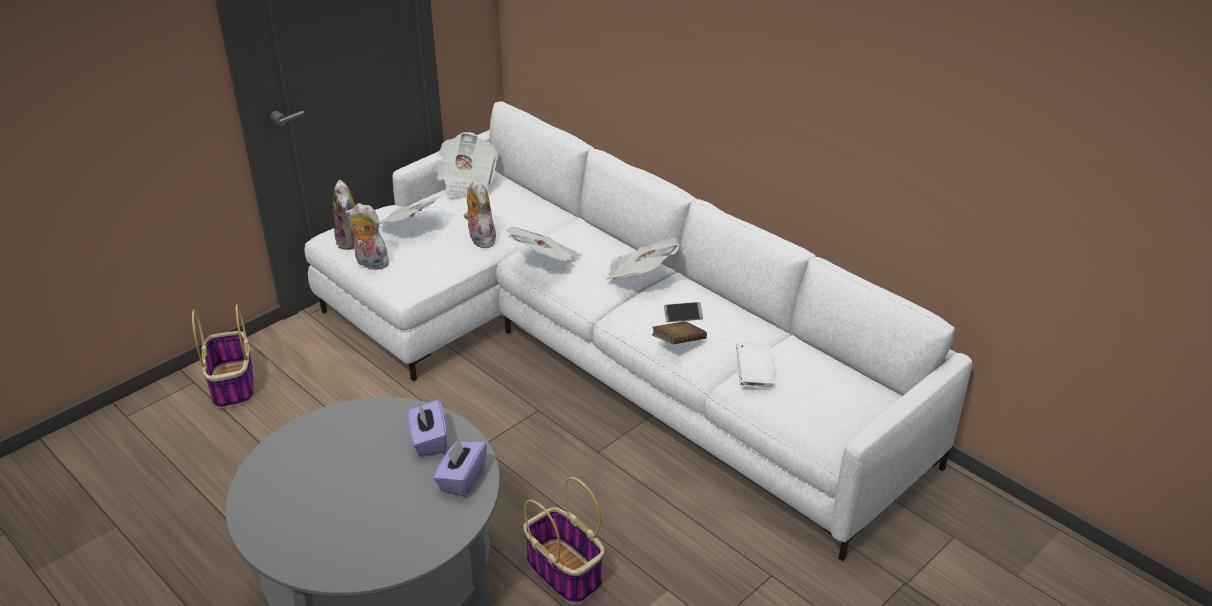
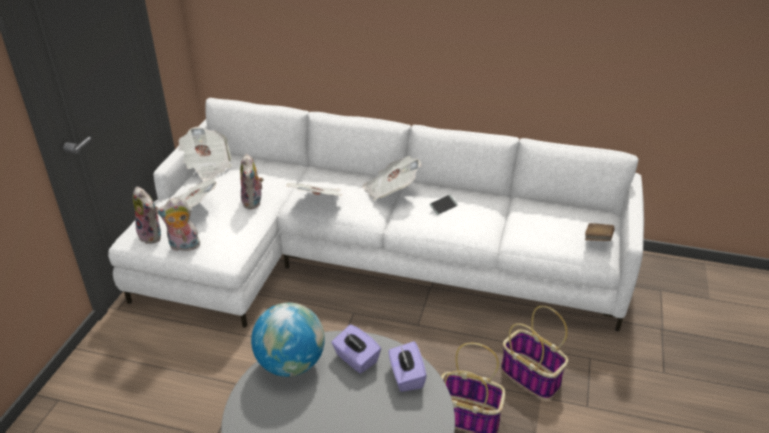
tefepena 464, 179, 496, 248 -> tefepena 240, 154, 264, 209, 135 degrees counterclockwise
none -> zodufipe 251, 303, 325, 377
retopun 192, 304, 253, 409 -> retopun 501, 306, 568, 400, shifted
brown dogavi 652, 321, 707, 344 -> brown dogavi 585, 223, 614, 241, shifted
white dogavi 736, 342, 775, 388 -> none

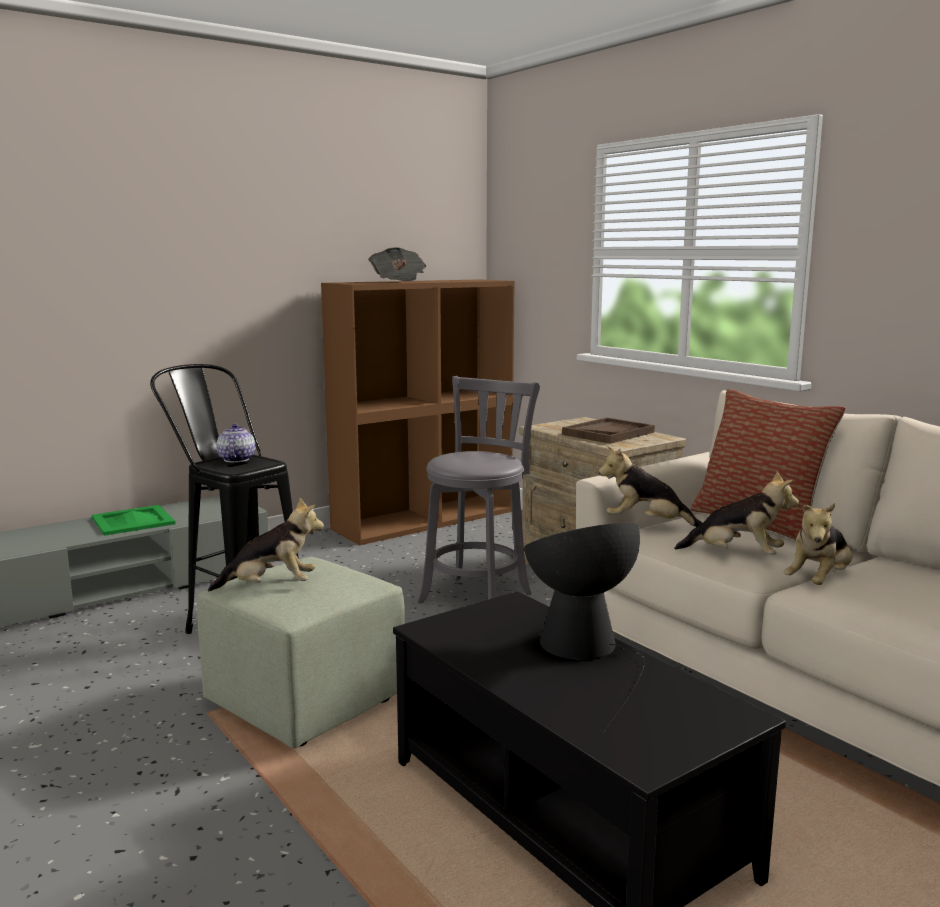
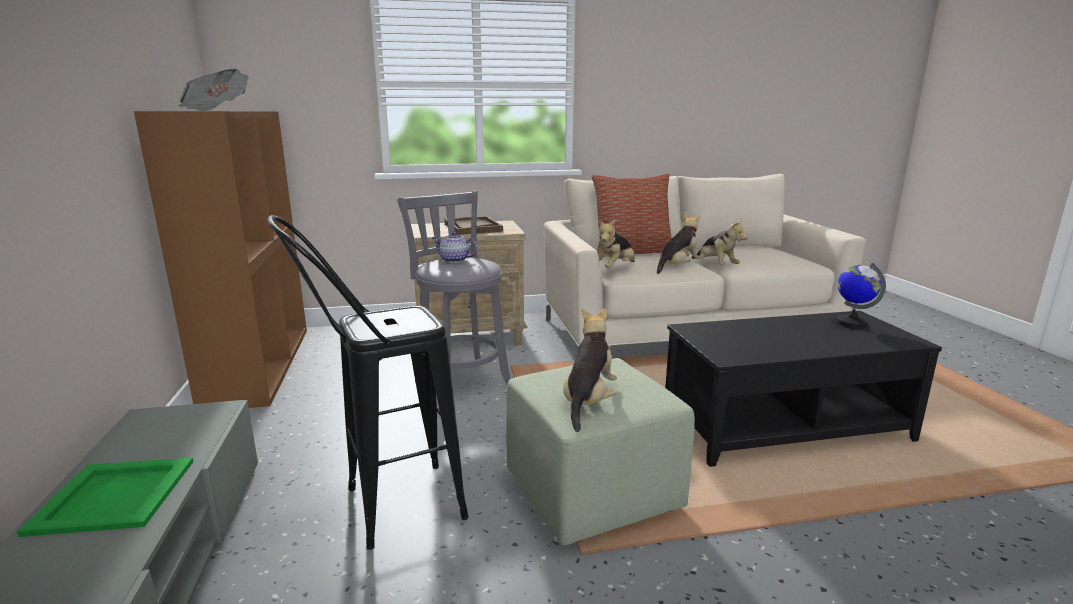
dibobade 216, 424, 255, 462 -> dibobade 431, 231, 478, 263, shifted
none -> zodufipe 837, 262, 886, 328
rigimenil 523, 523, 645, 733 -> none

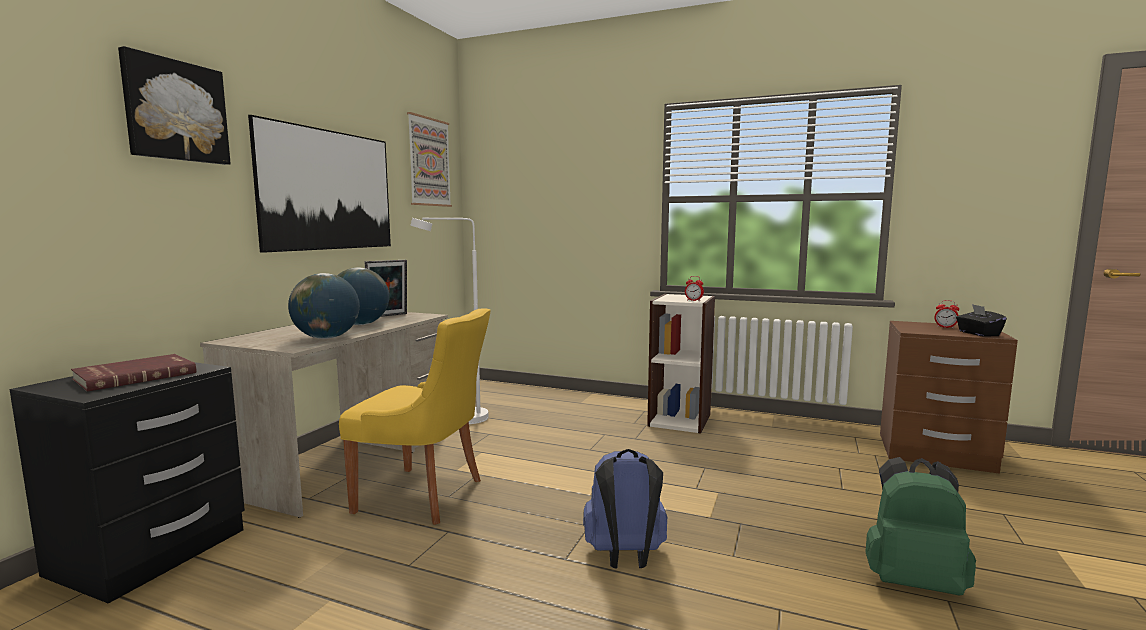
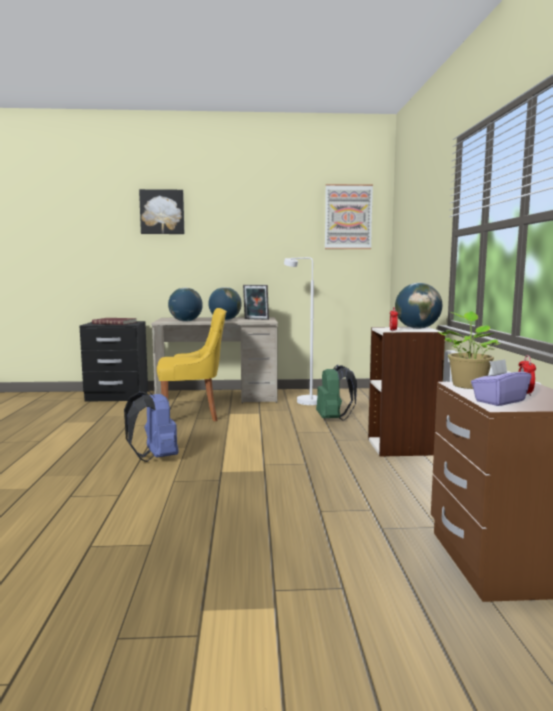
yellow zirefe 339, 309, 491, 525 -> yellow zirefe 157, 308, 227, 421, 90 degrees counterclockwise
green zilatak 865, 457, 976, 596 -> green zilatak 316, 365, 357, 421, shifted
none -> zodufipe 395, 283, 442, 329
none -> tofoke 438, 311, 502, 389
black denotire 956, 304, 1007, 337 -> purple denotire 471, 359, 532, 406
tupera 248, 115, 391, 253 -> none

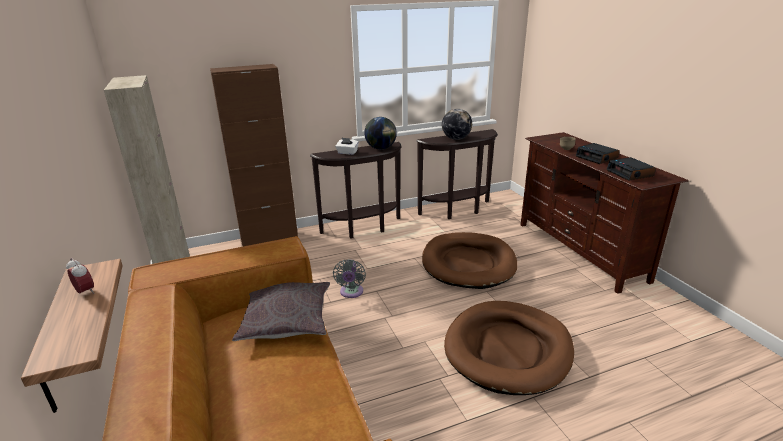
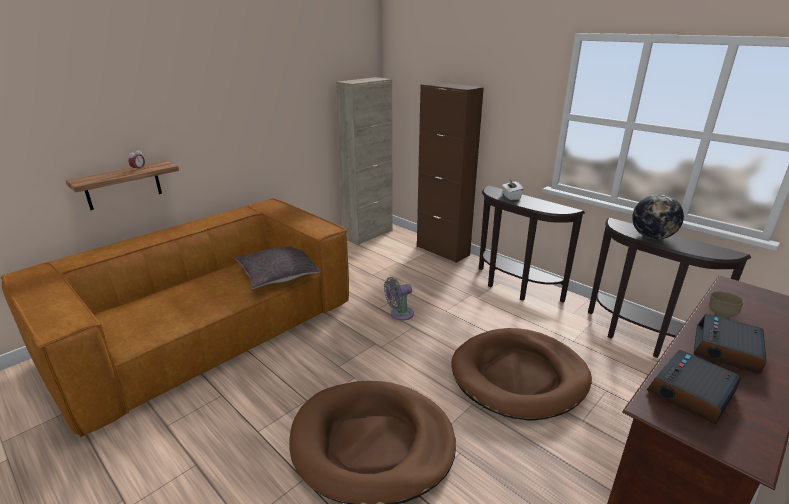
zodufipe 364, 117, 397, 149 -> none

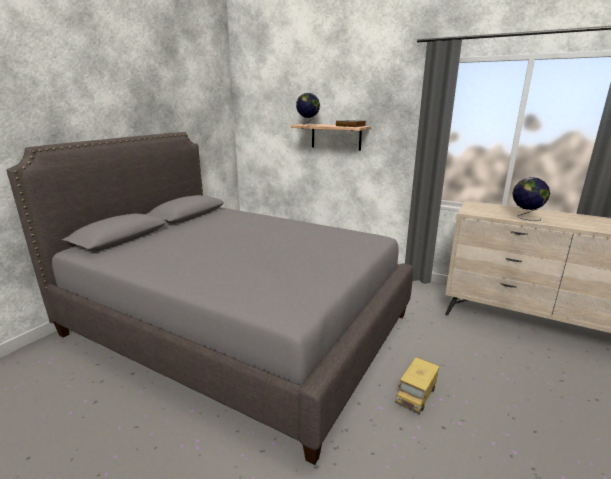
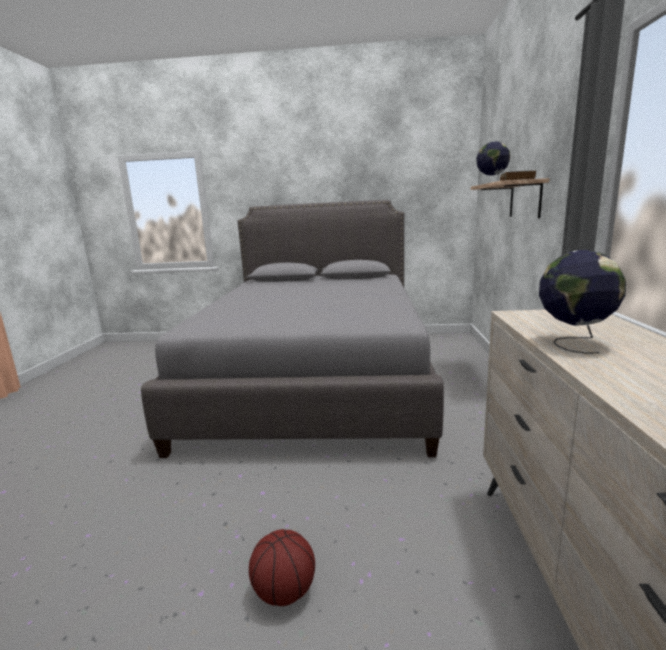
none -> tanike 249, 529, 315, 606
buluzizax 395, 357, 440, 414 -> none

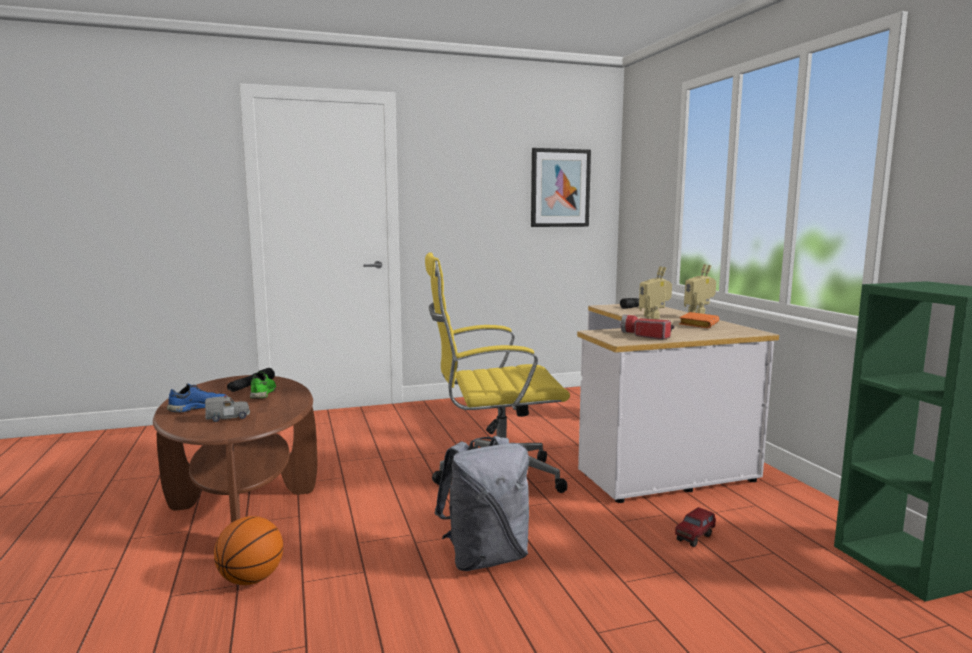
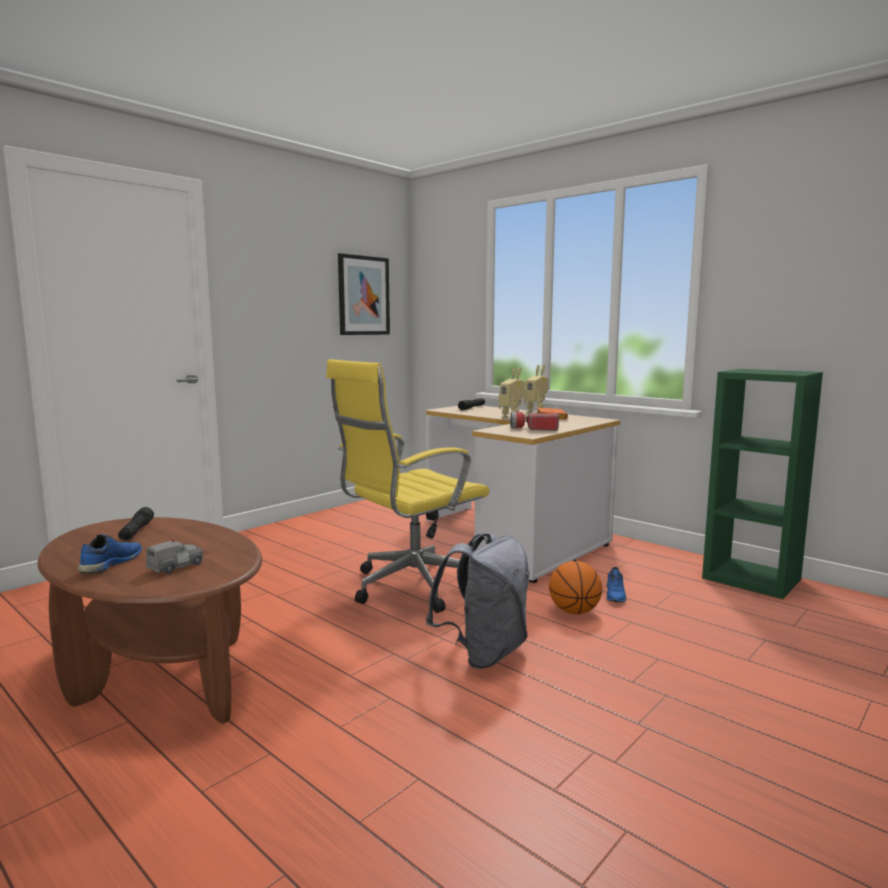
tanike 214, 516, 283, 585 -> tanike 549, 561, 602, 614, shifted
buluzizax 675, 507, 716, 547 -> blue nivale 606, 567, 626, 602
green nivale 250, 372, 276, 399 -> none

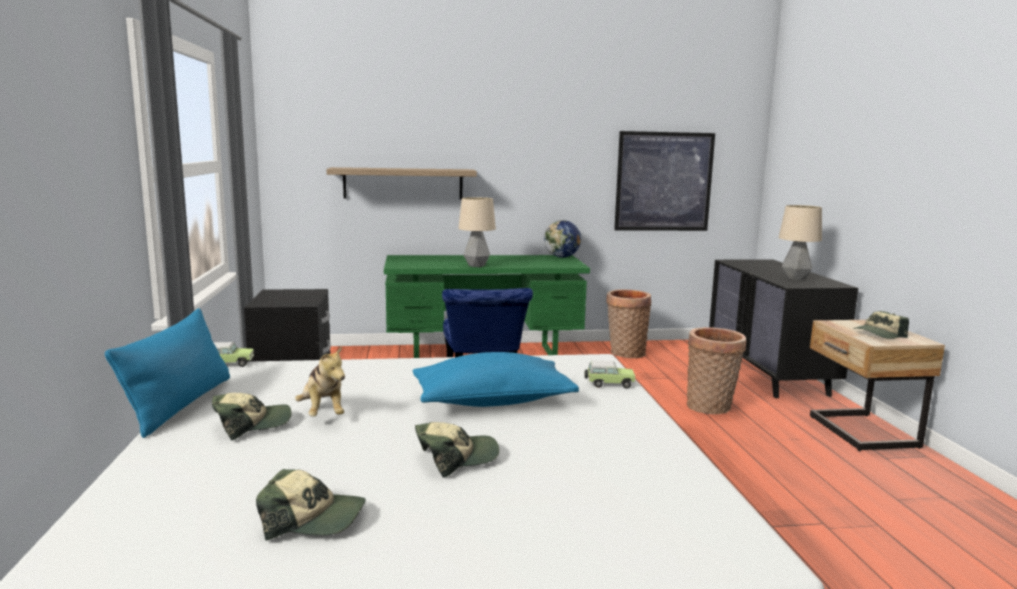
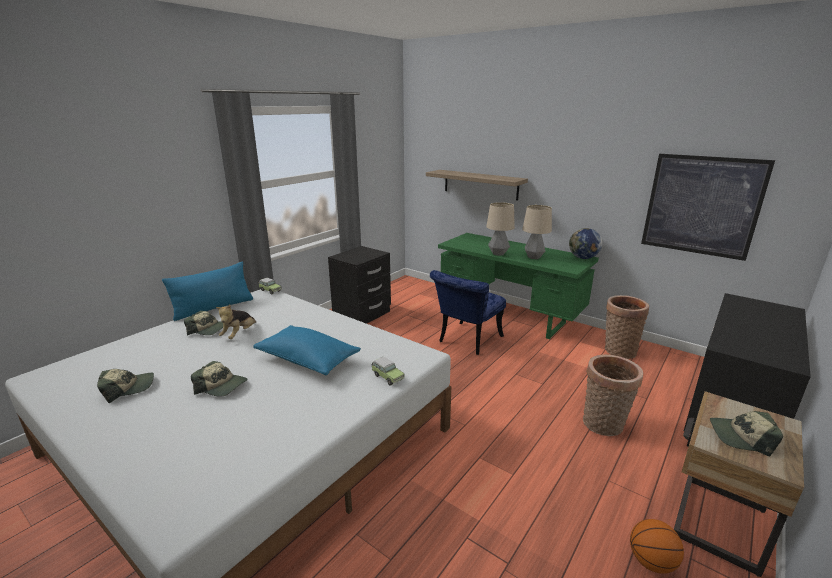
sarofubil 256, 469, 366, 541 -> sarofubil 97, 369, 154, 403, 75 degrees counterclockwise
rigimenil 779, 205, 822, 281 -> rigimenil 522, 205, 552, 259, shifted
none -> tanike 630, 519, 684, 574

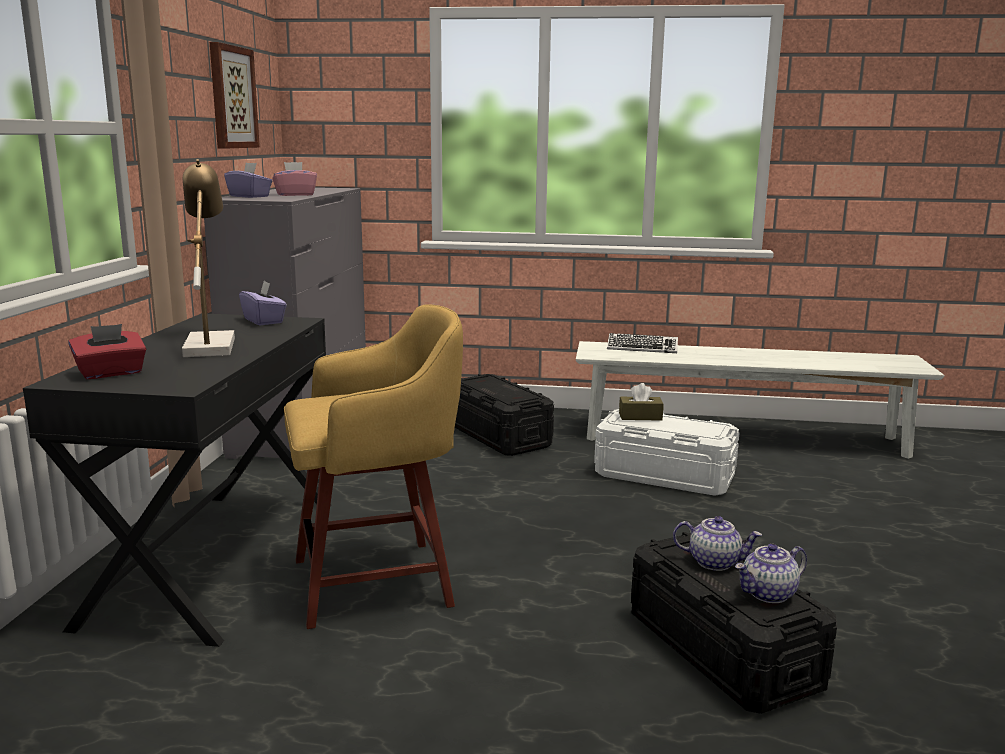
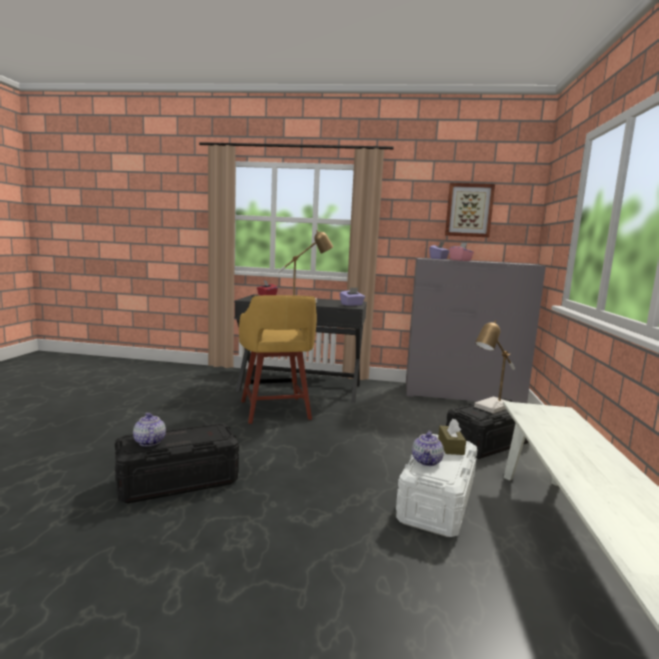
dibobade 673, 516, 762, 571 -> dibobade 412, 431, 444, 466, shifted
none -> rigimenil 474, 320, 515, 414
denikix 607, 333, 678, 353 -> none

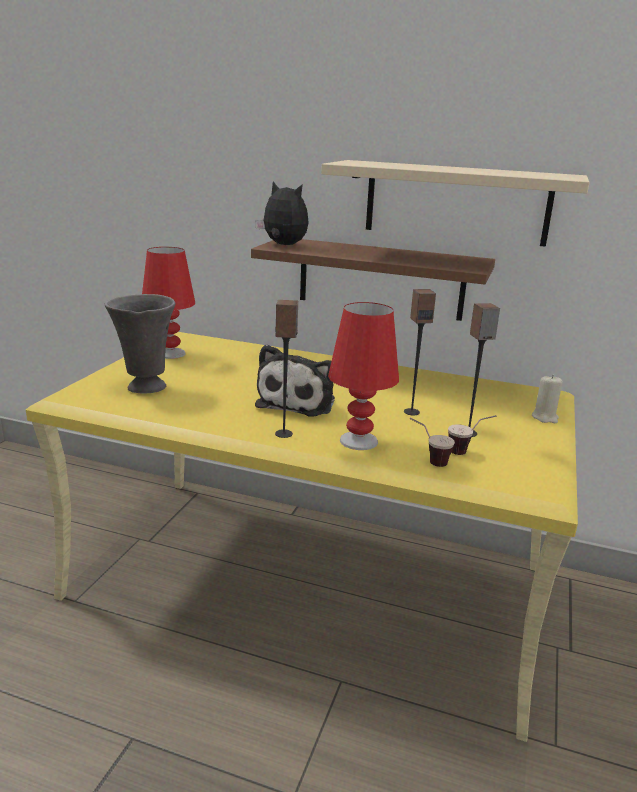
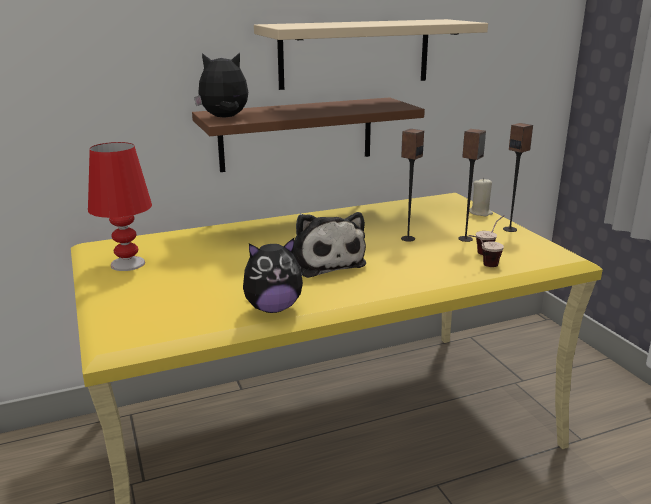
none -> tefepena 243, 238, 303, 313
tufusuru 275, 300, 298, 438 -> tufusuru 503, 123, 533, 232, shifted
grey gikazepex 104, 294, 175, 394 -> none
red rigimenil 328, 302, 399, 450 -> none

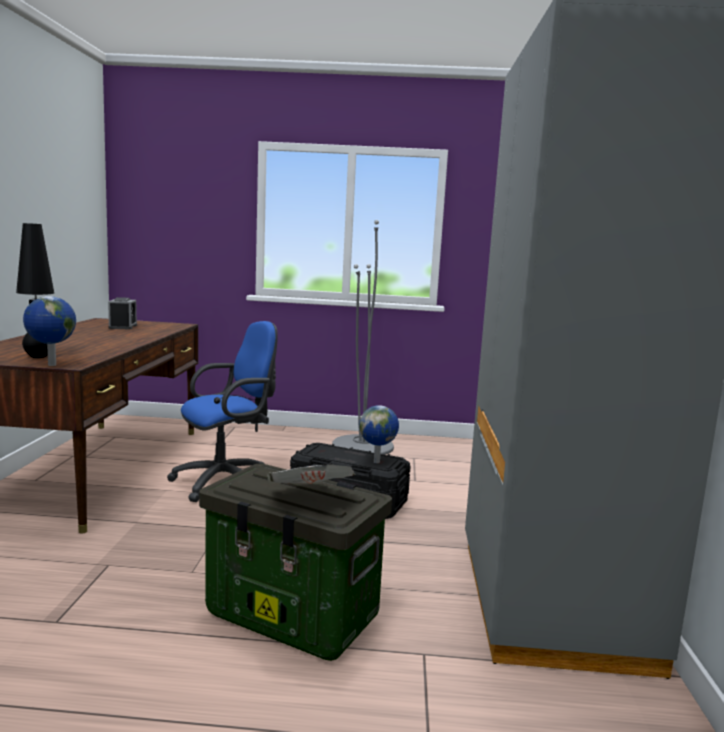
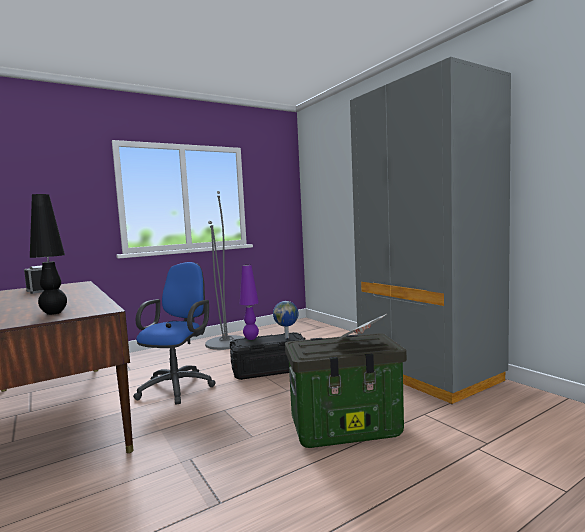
none -> purple rigimenil 240, 265, 259, 340
zodufipe 23, 296, 76, 366 -> none

